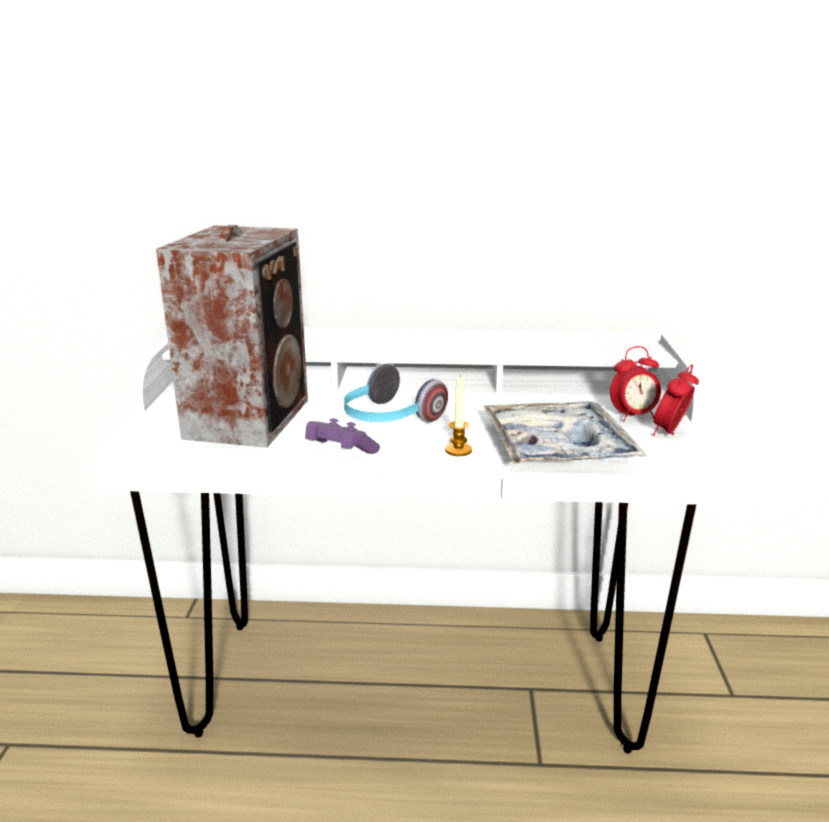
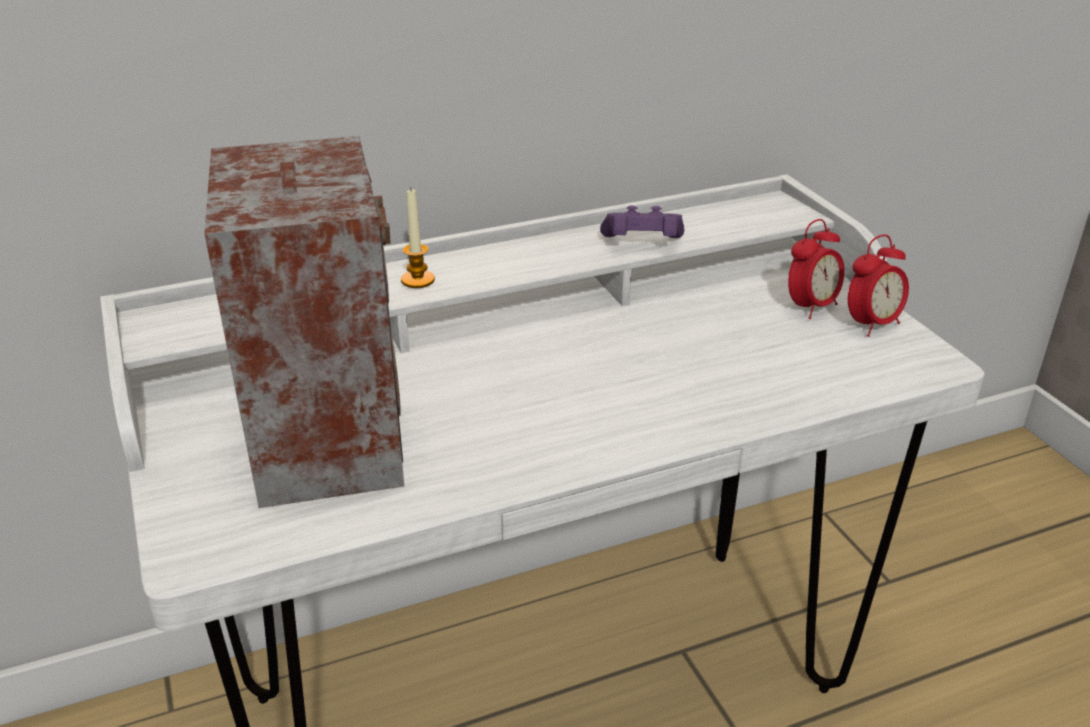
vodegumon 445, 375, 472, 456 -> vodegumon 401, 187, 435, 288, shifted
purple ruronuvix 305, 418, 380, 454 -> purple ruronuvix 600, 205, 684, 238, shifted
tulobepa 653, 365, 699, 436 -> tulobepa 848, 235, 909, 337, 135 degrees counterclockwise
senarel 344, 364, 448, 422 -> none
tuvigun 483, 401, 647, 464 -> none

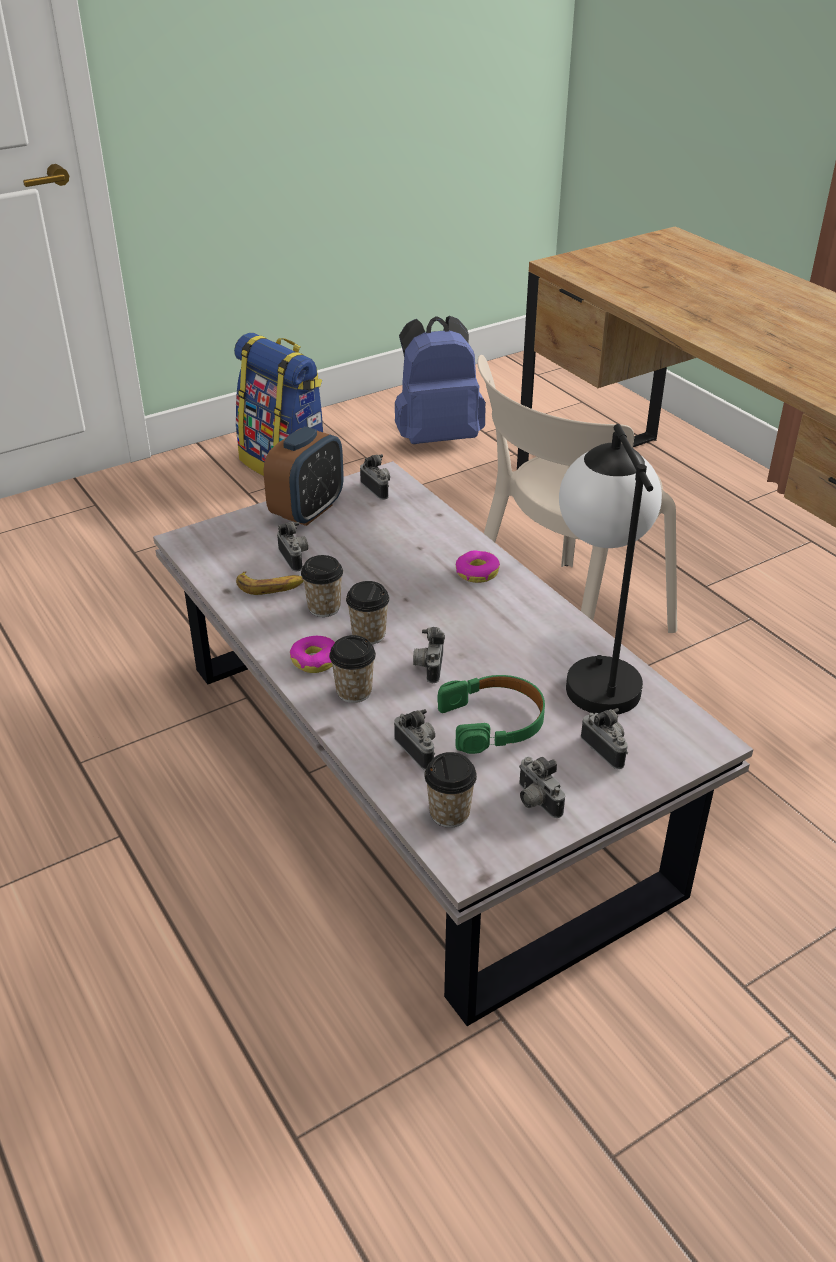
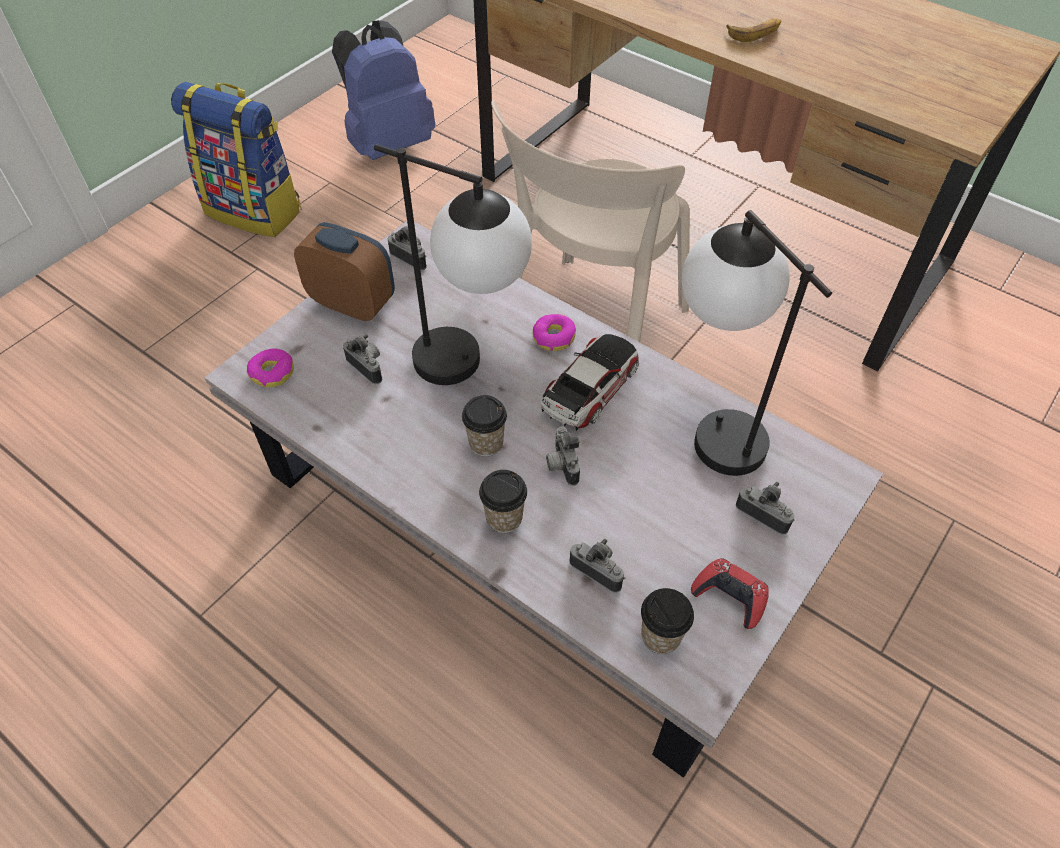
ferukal 290, 636, 335, 673 -> ferukal 247, 348, 294, 387, shifted
tulobepa 264, 426, 344, 526 -> tulobepa 294, 222, 395, 321, 75 degrees counterclockwise
none -> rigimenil 374, 144, 532, 385
none -> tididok 541, 334, 639, 431
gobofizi 519, 757, 565, 818 -> red ruronuvix 691, 558, 769, 629
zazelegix 236, 571, 304, 595 -> zazelegix 726, 18, 782, 42, shifted
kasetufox 301, 555, 343, 617 -> none
green senarel 437, 675, 545, 754 -> none

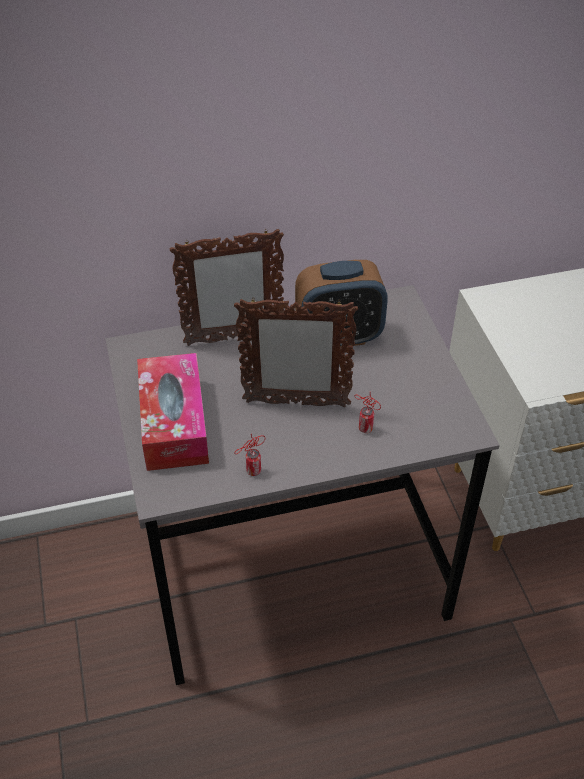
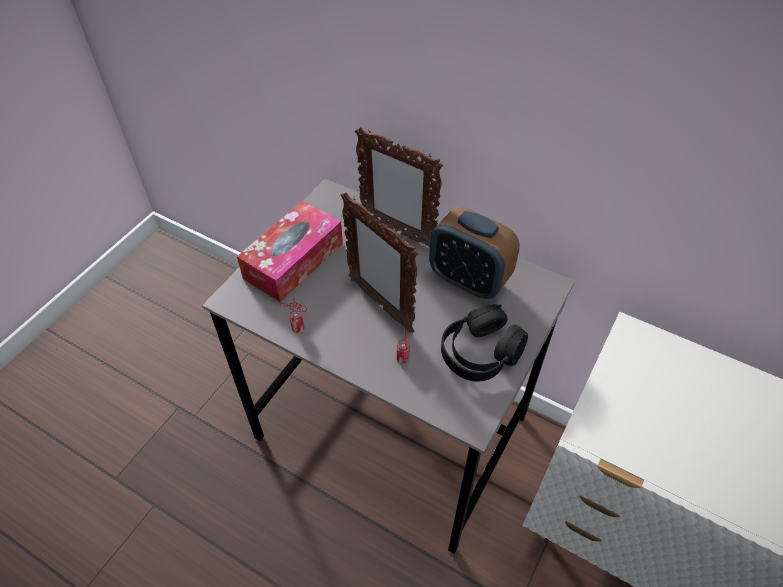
none -> black senarel 441, 304, 528, 382

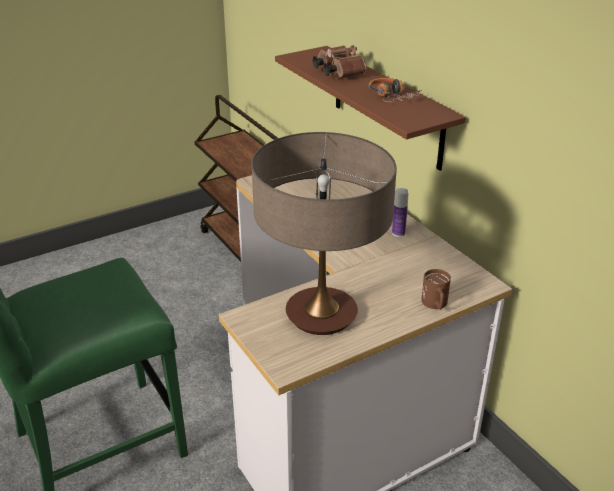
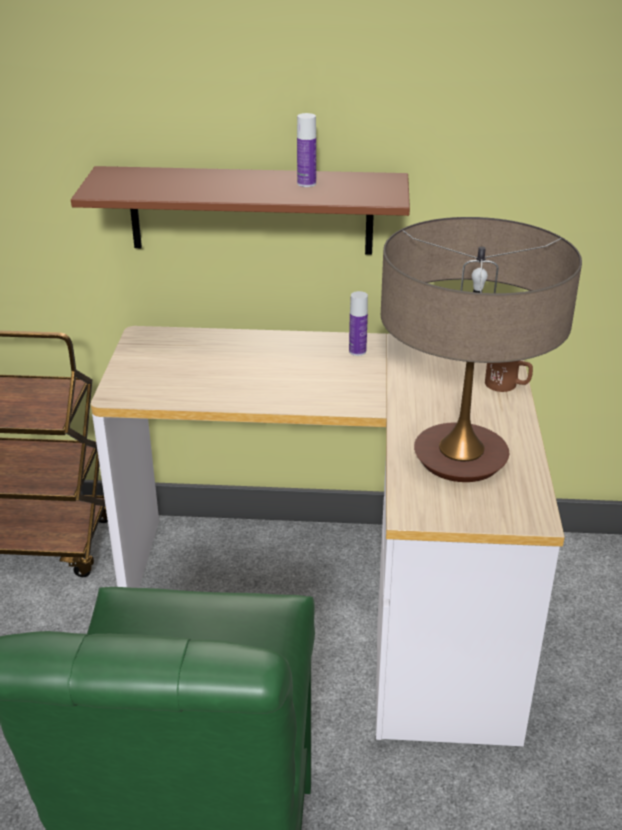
senarel 369, 78, 422, 102 -> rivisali 297, 113, 316, 187
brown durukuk 313, 45, 367, 79 -> none

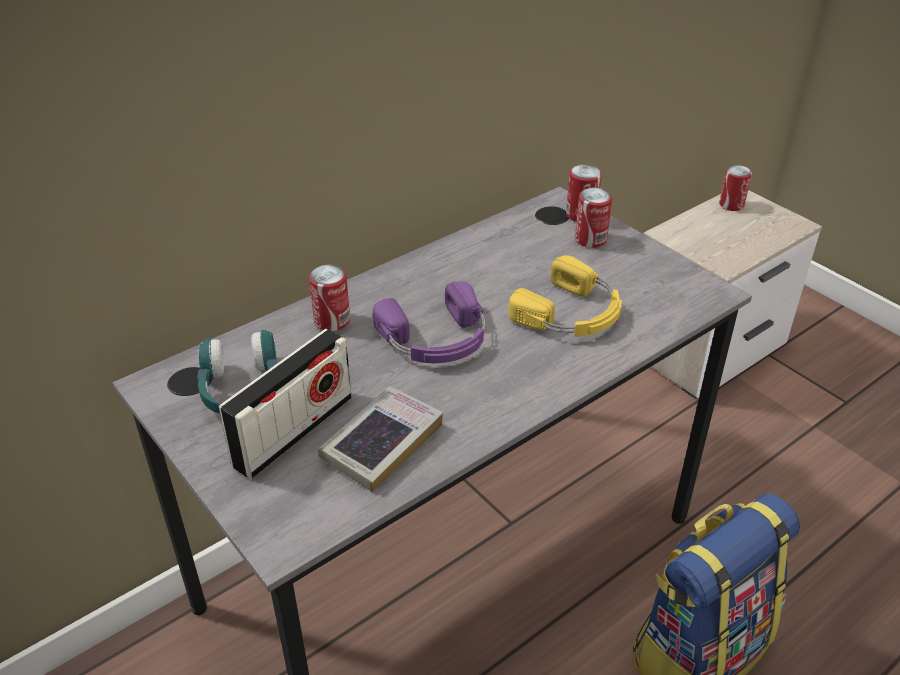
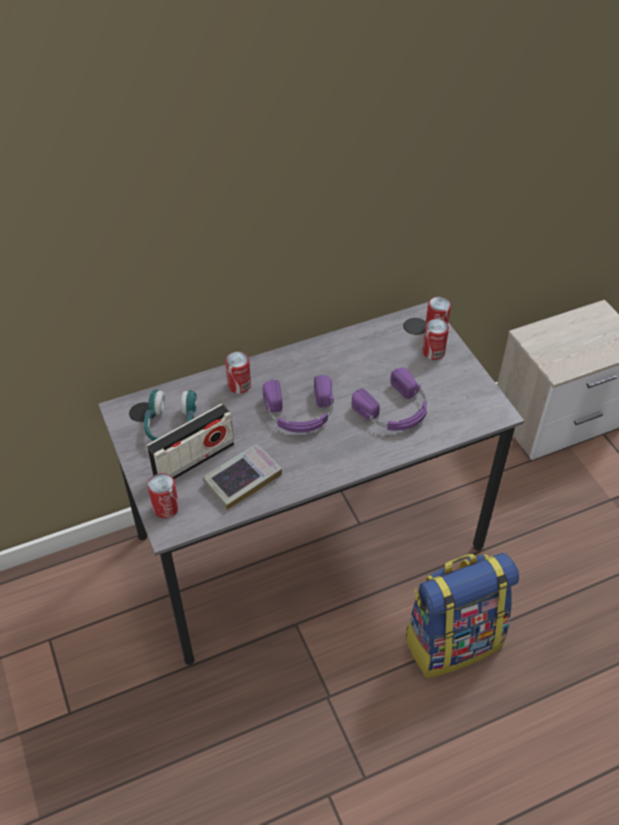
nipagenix 719, 165, 752, 211 -> nipagenix 148, 473, 179, 518, shifted
yellow senarel 509, 255, 622, 337 -> purple senarel 352, 368, 427, 430

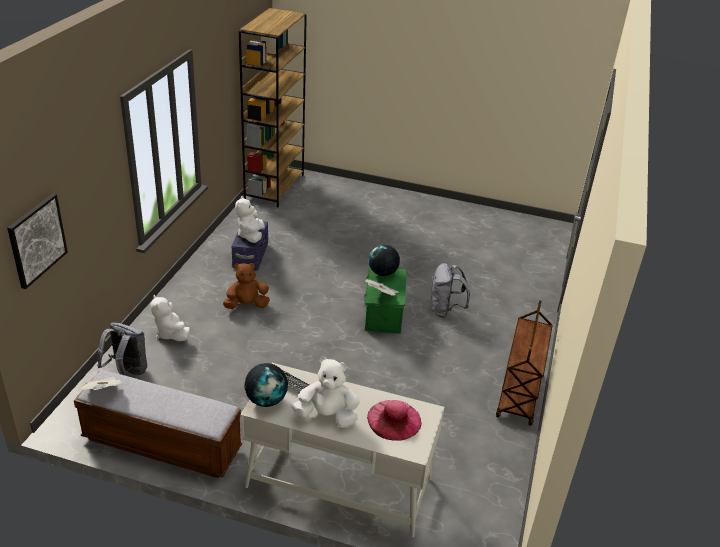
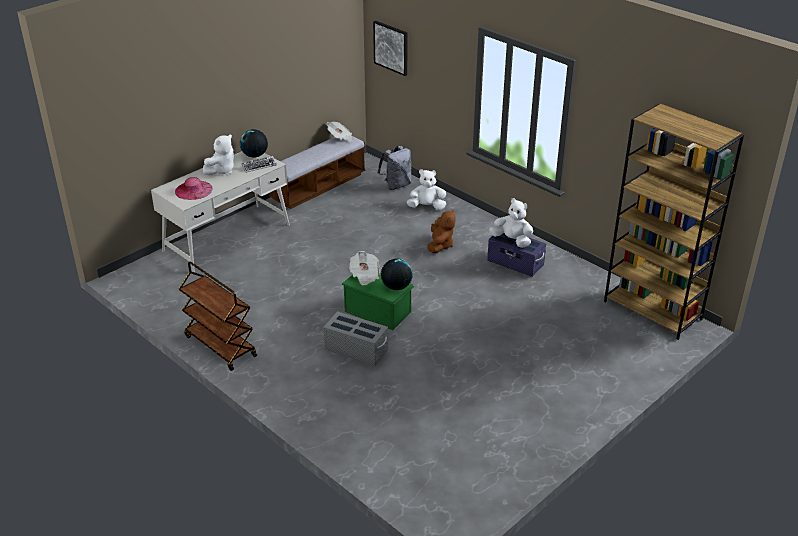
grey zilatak 430, 263, 470, 317 -> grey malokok 323, 311, 388, 366

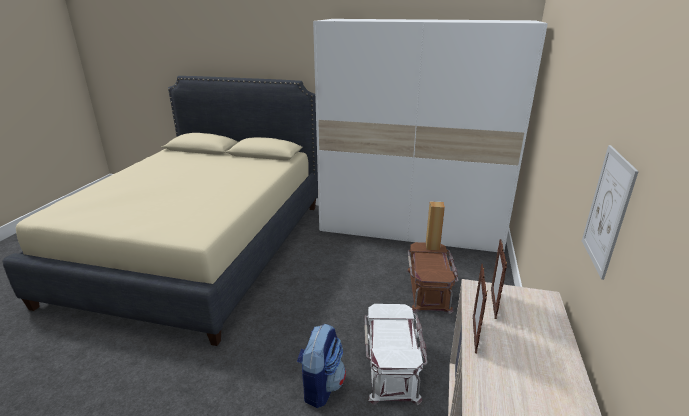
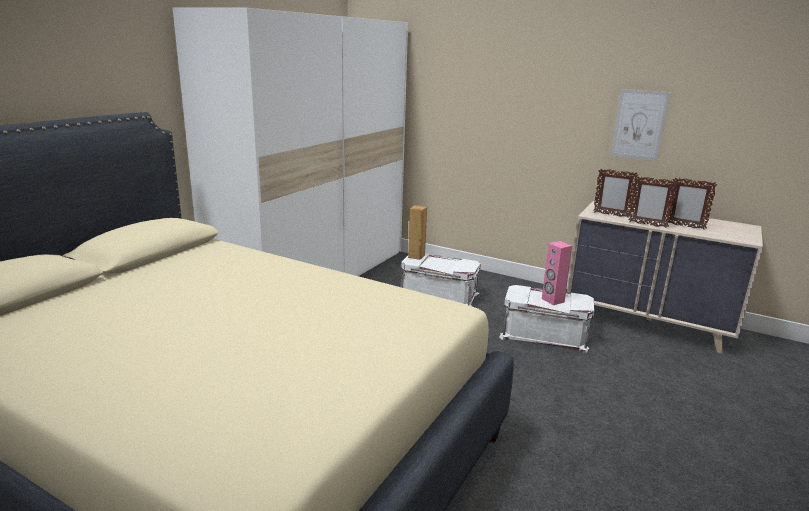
brown malokok 407, 242, 458, 314 -> white malokok 401, 253, 481, 306
none -> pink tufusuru 542, 241, 572, 305
none -> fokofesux 667, 178, 717, 230
zilatak 297, 324, 346, 408 -> none

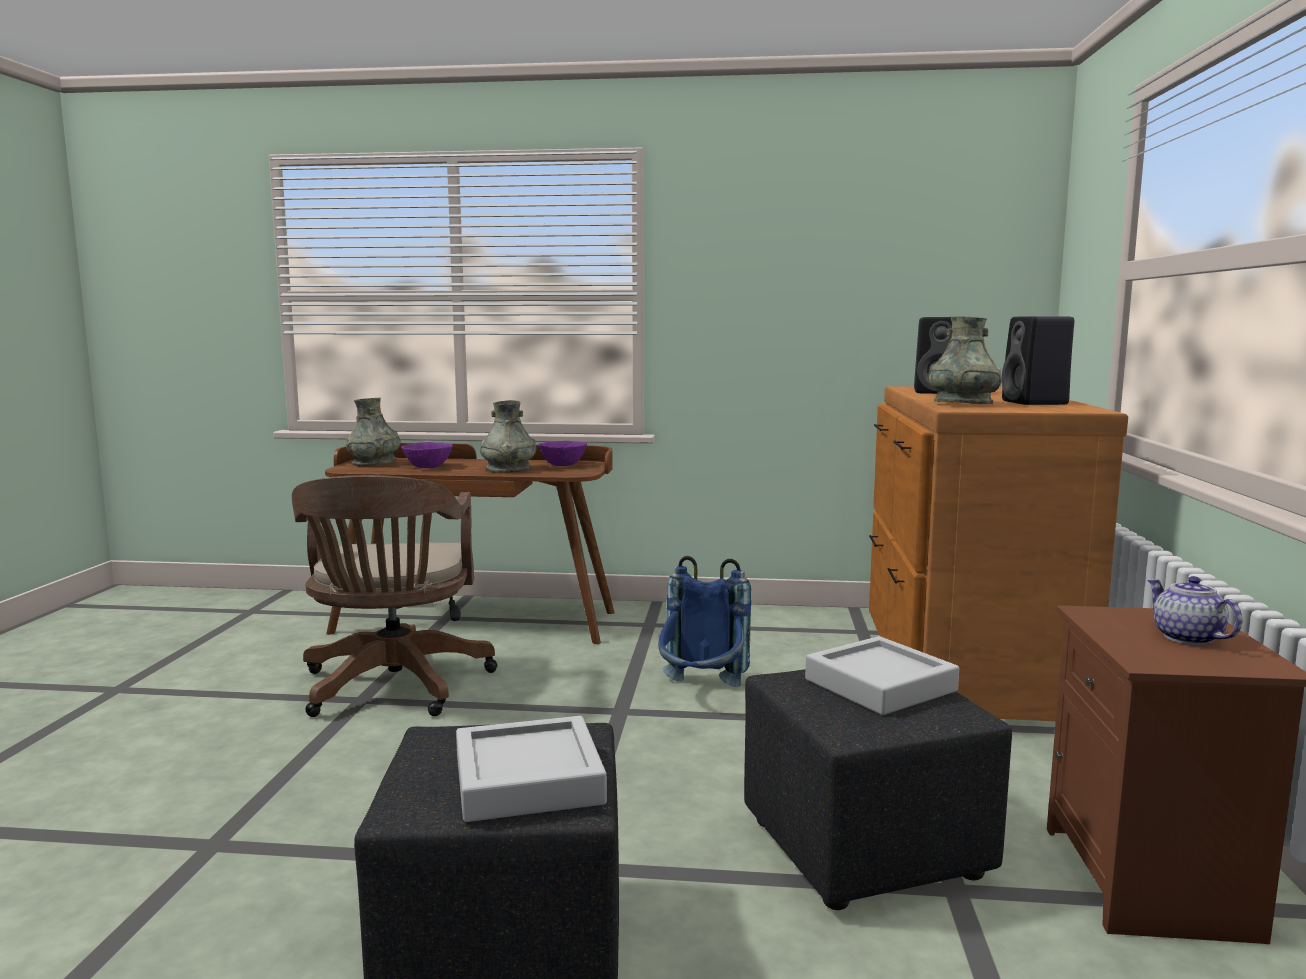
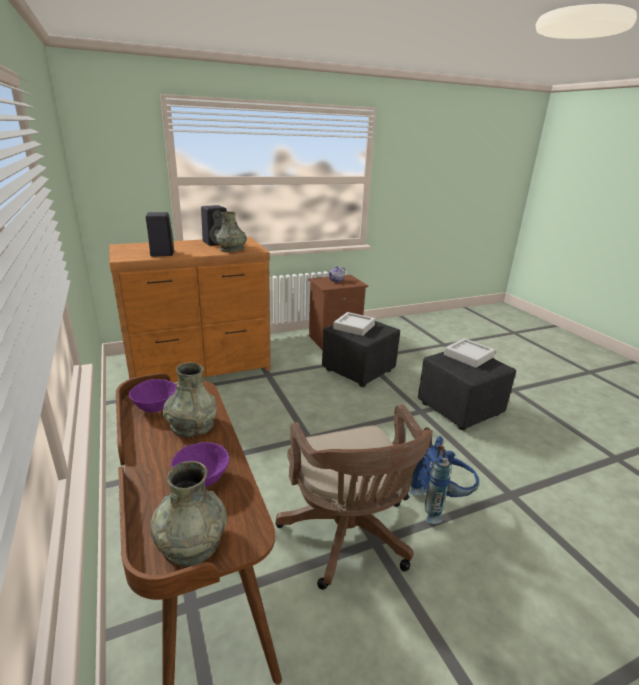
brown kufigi 292, 475, 497, 717 -> brown kufigi 275, 404, 433, 590, 105 degrees clockwise
blue zilatak 658, 556, 751, 687 -> blue zilatak 409, 427, 479, 524, shifted

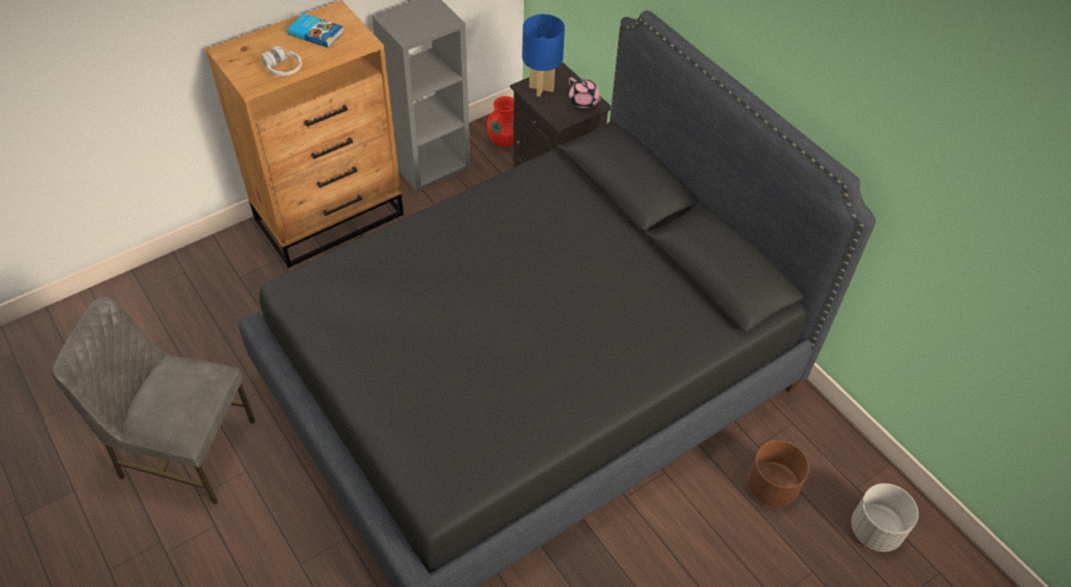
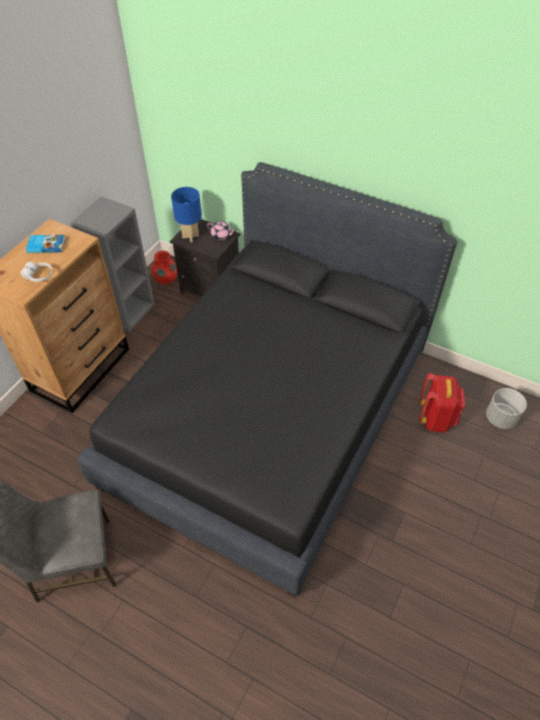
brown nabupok 748, 441, 809, 507 -> red zilatak 419, 373, 465, 433

